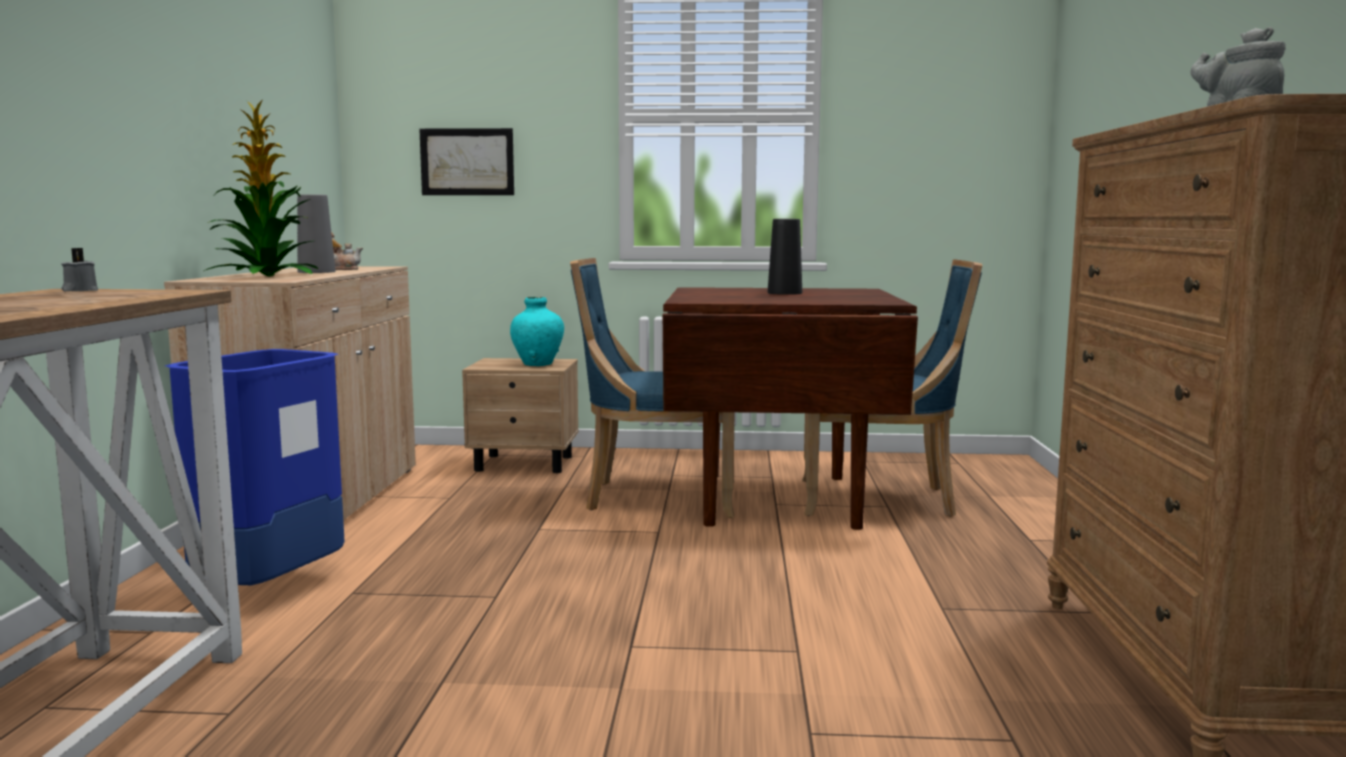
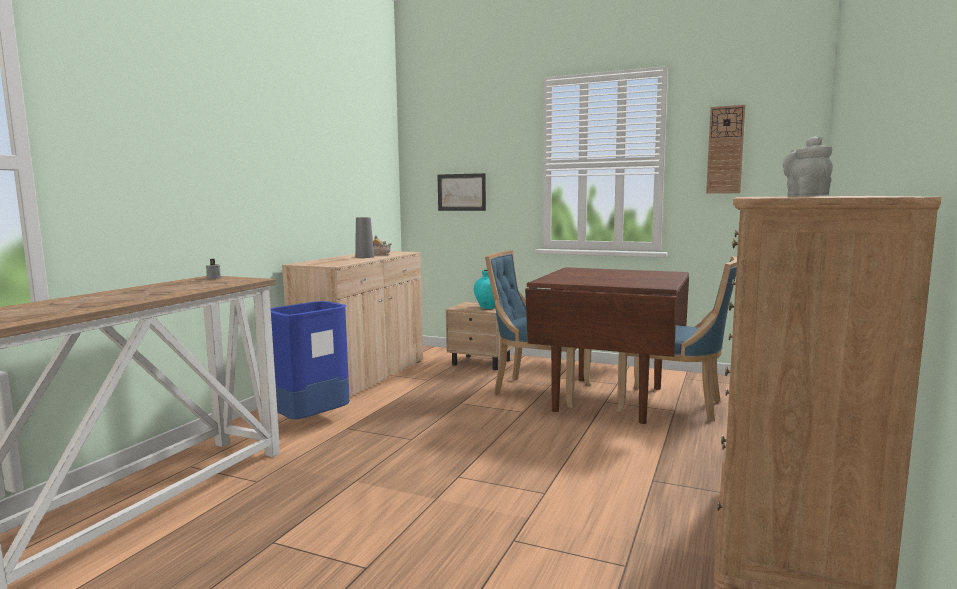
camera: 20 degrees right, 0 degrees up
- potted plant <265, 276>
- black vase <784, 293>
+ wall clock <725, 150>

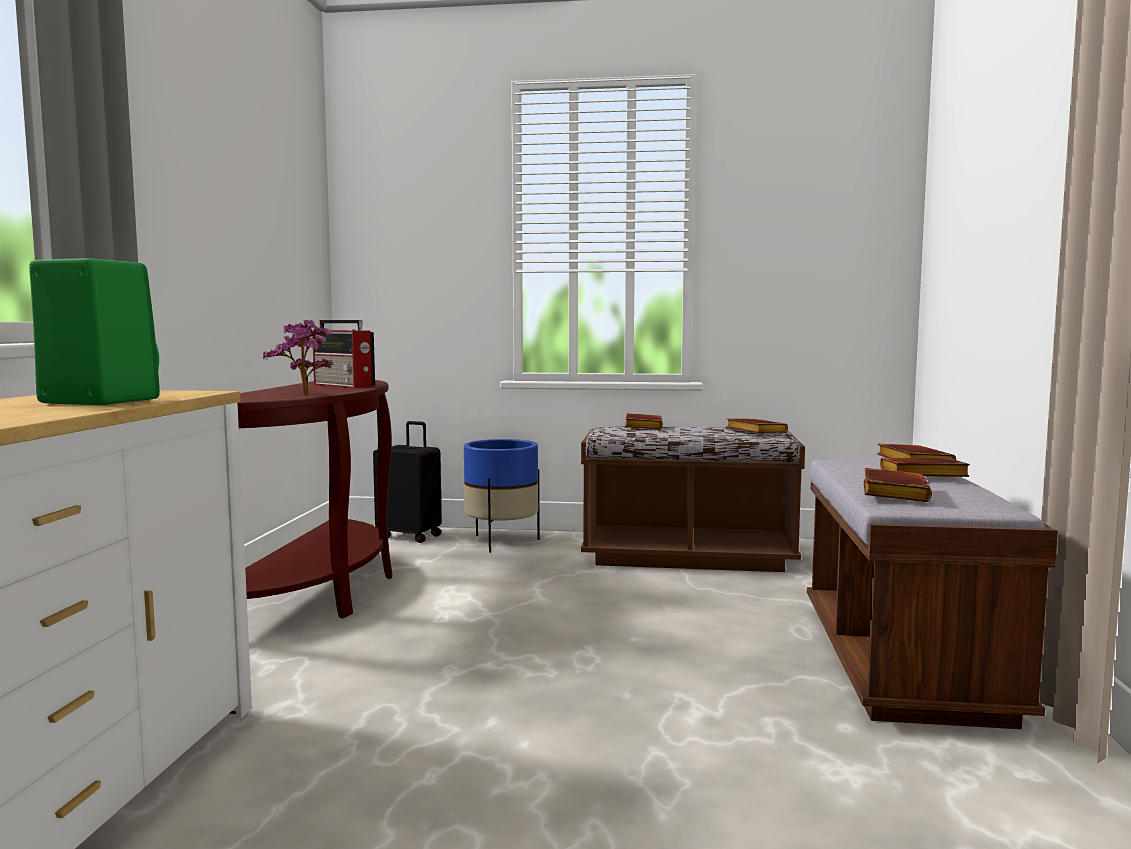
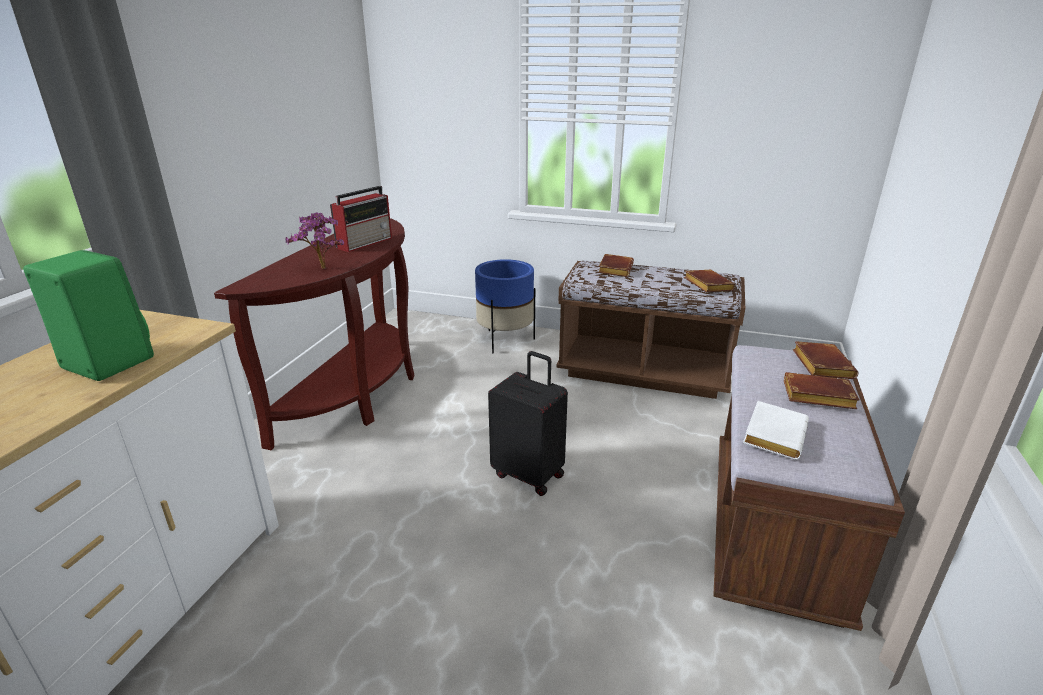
camera: 10 degrees right, 20 degrees up
~ radio <344, 385> = <365, 242> 105 degrees counterclockwise
~ black suitcase <410, 536> to <529, 474>
~ brown book <891, 493> to white book <772, 434>

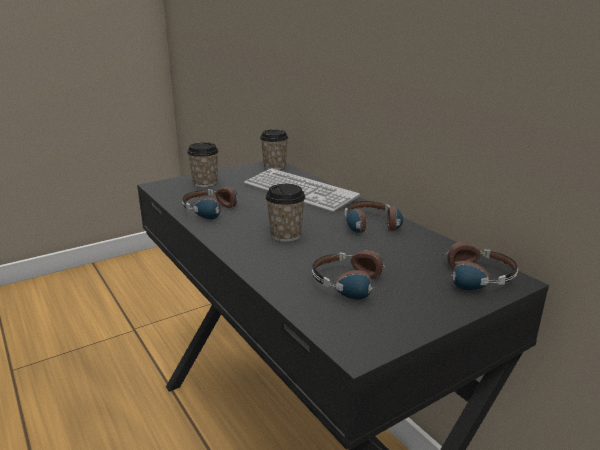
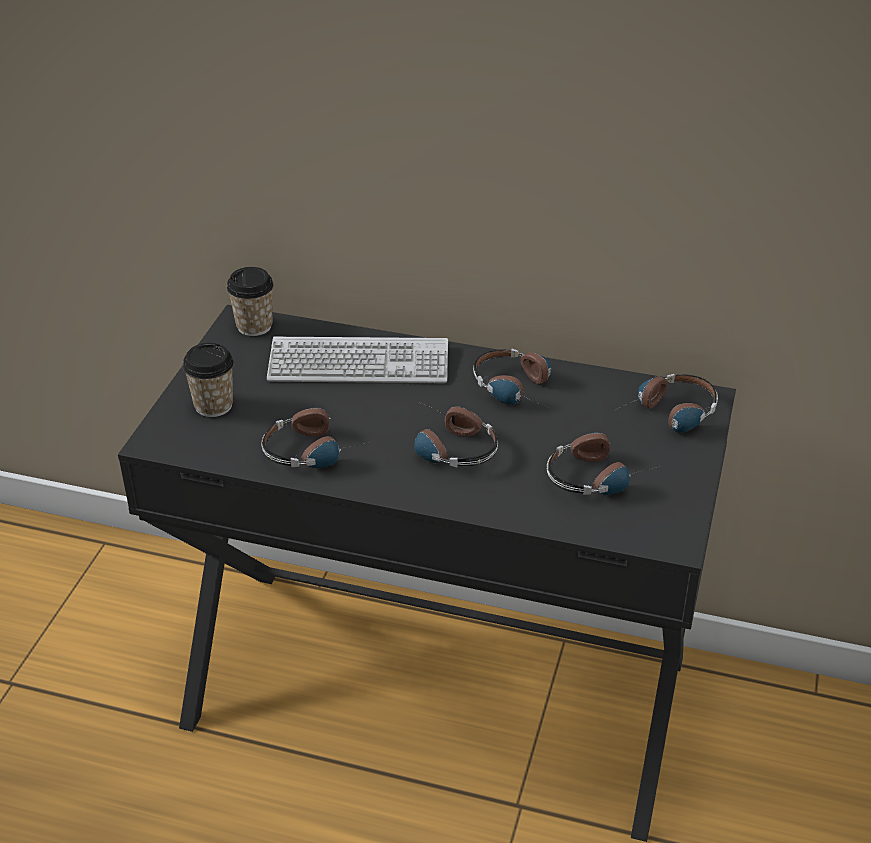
camera: 40 degrees left, 15 degrees up
~ cup <285, 235> to headphones <447, 446>

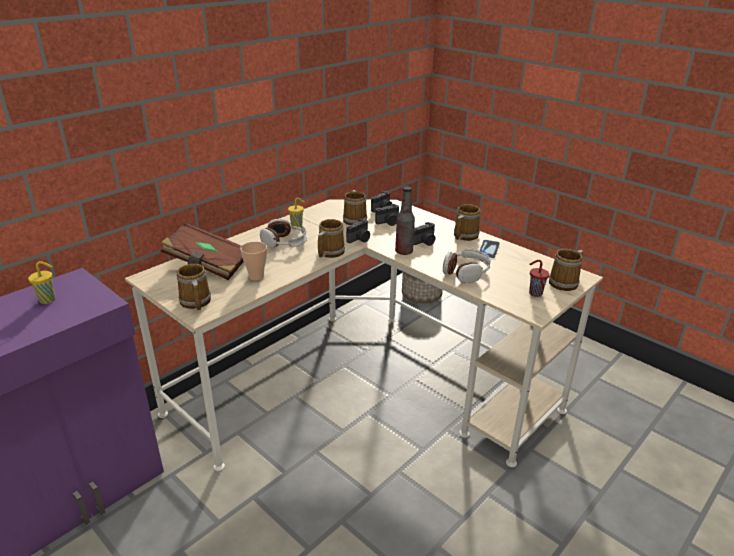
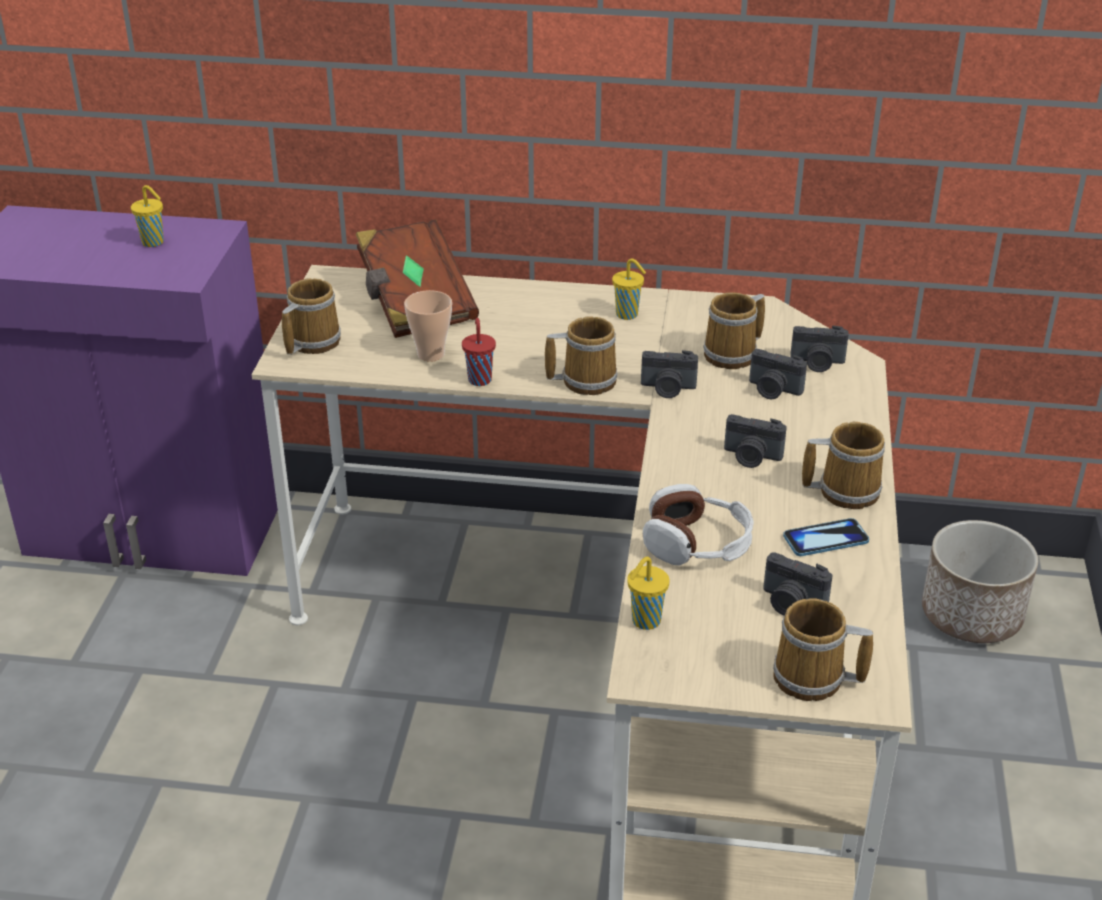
camera: 55 degrees right, 5 degrees up
- headphones <284, 243>
- bottle <404, 252>
~ red cup <534, 293> to <479, 379>
+ yellow cup <644, 621>
+ photo camera <791, 603>

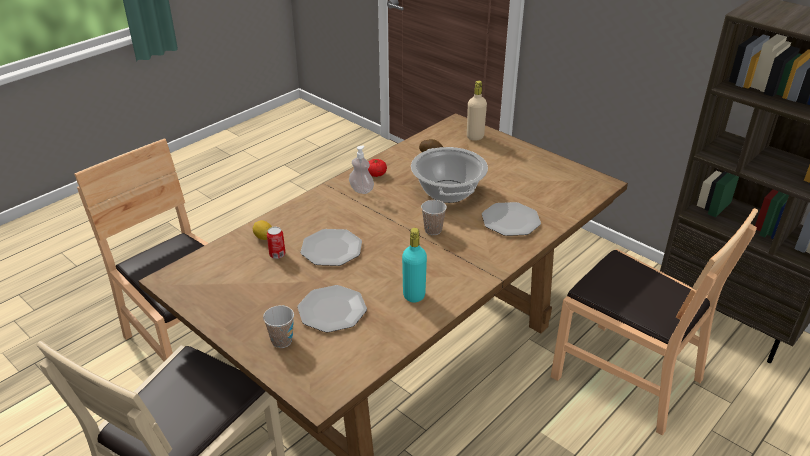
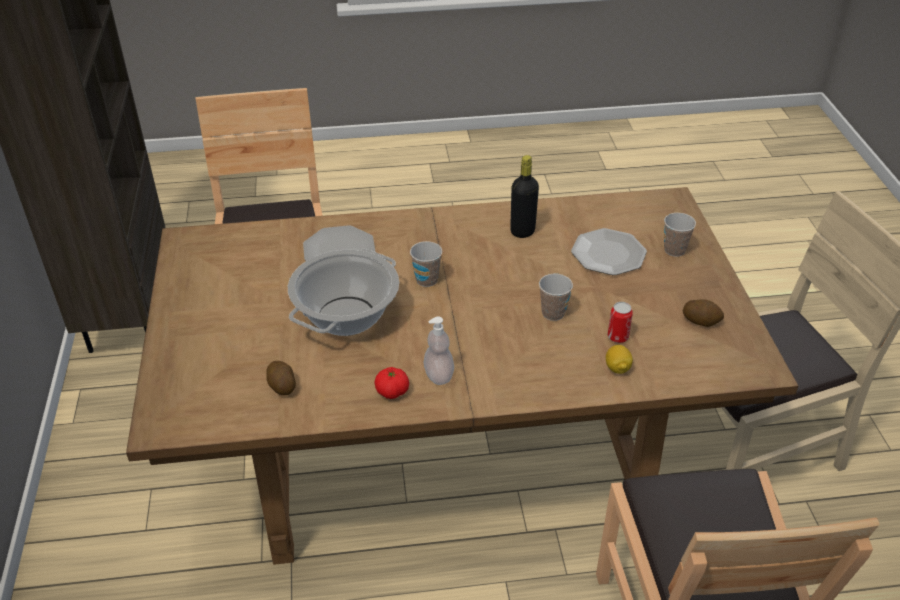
camera: 140 degrees left, 5 degrees up
~ plate <331, 249> to cup <553, 313>
~ turquoise bottle <414, 295> to black bottle <522, 231>
- beige bottle <475, 137>
+ potato <701, 321>

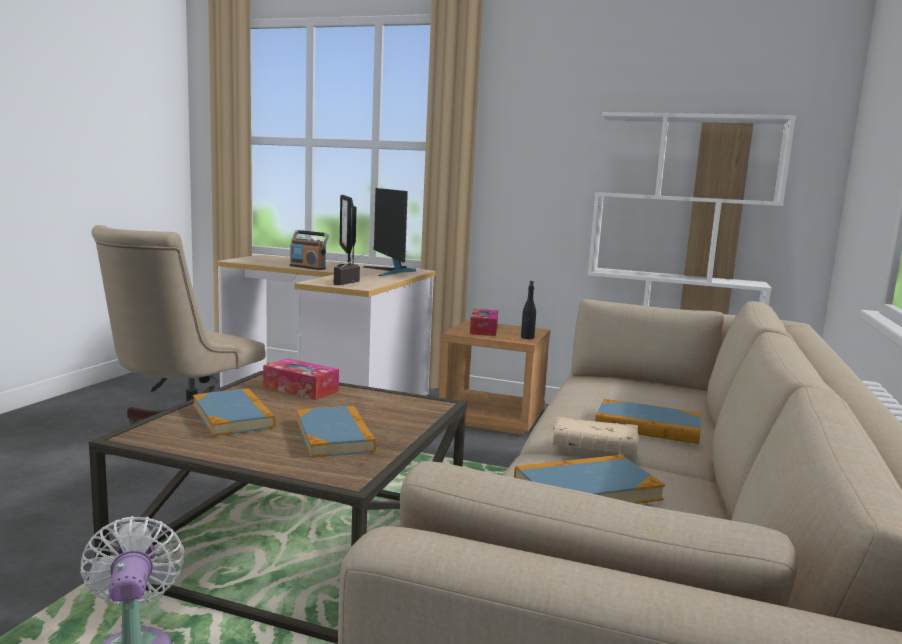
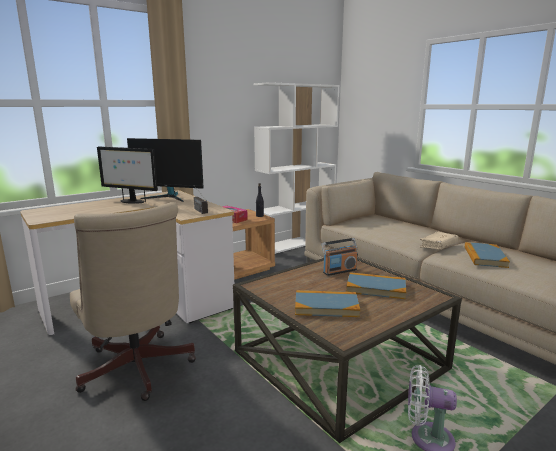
camera: 55 degrees left, 5 degrees up
- tissue box <300, 389>
~ radio <308, 267> to <339, 271>
- book <647, 426>

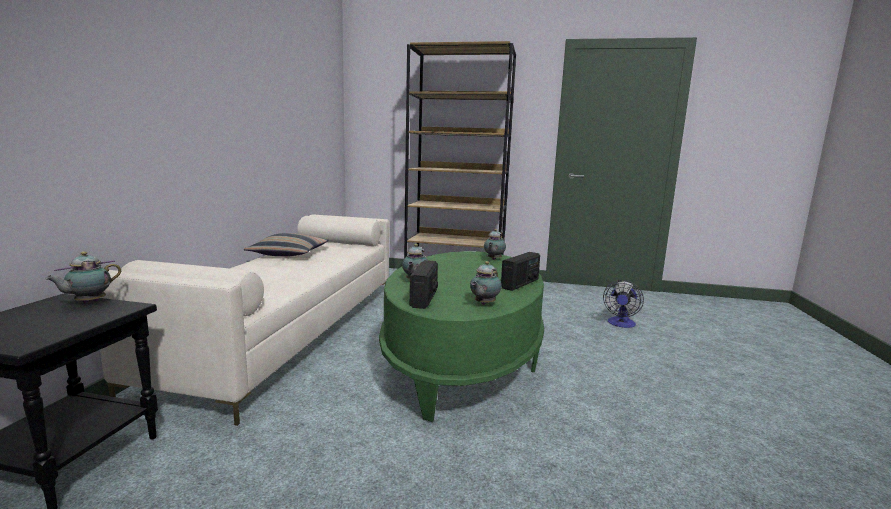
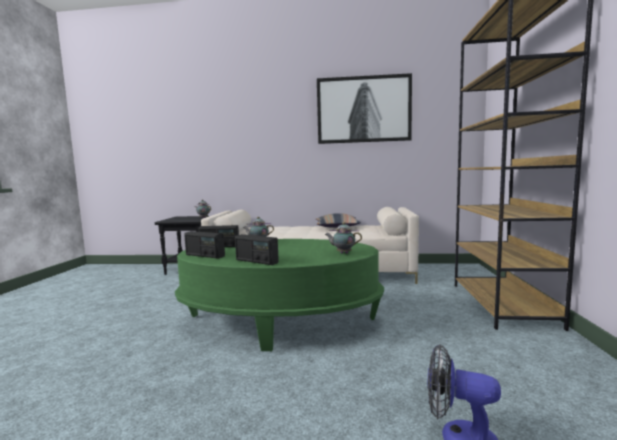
camera: 85 degrees right, 5 degrees down
~ teapot <483, 304> to radio <205, 255>
+ picture <363, 109>

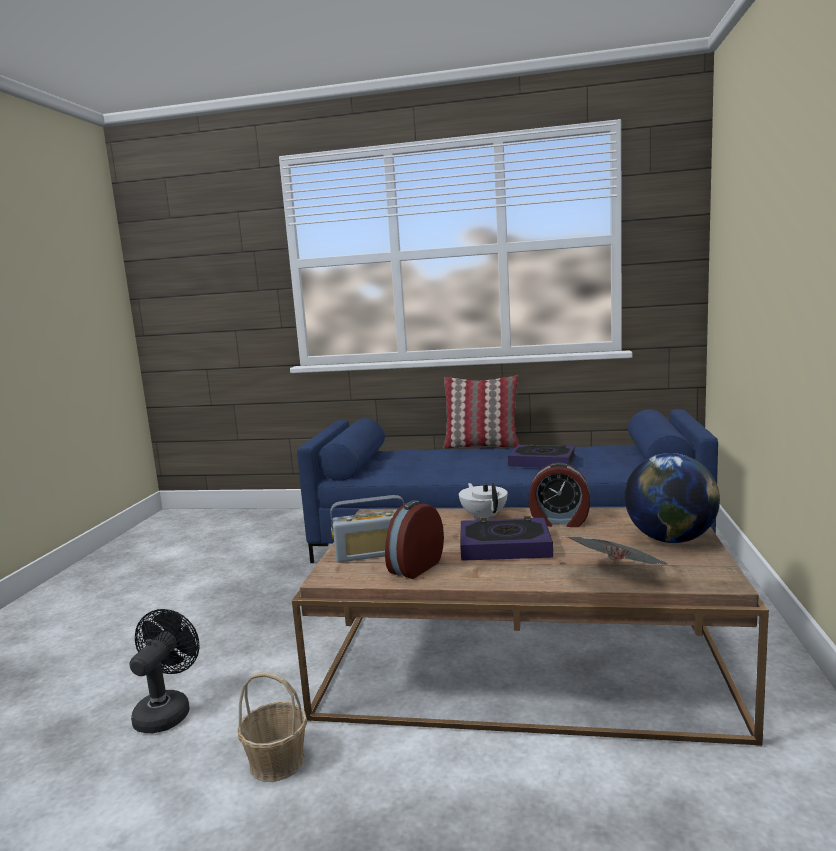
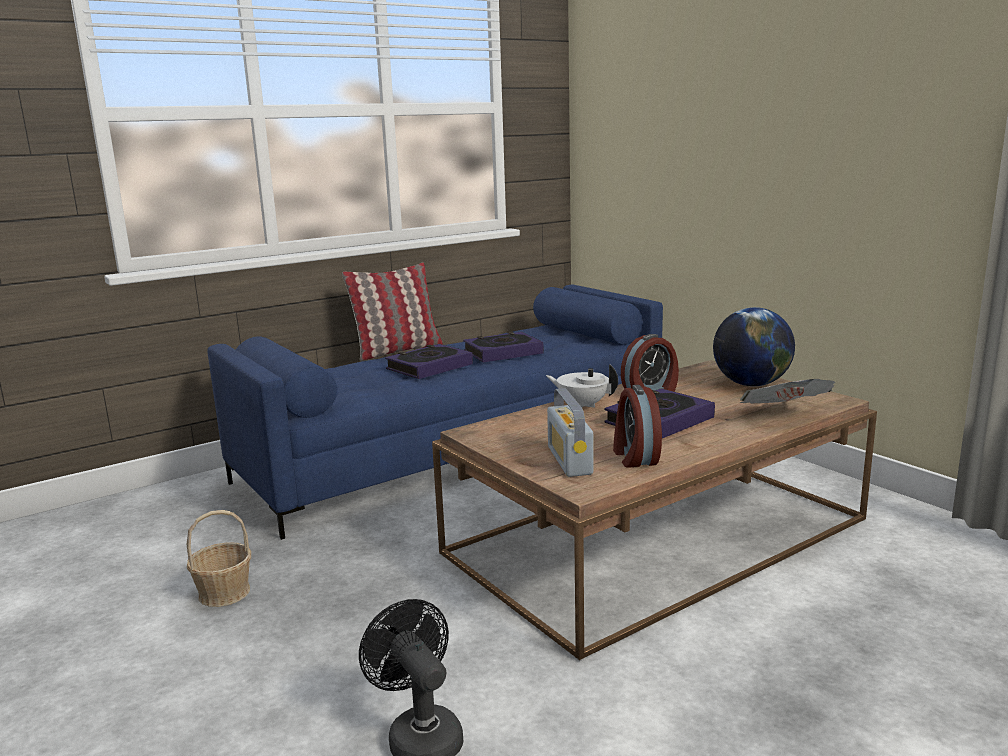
camera: 45 degrees left, 5 degrees up
~ basket <277, 761> to <224, 593>
~ radio <372, 554> = <569, 460> 135 degrees clockwise
+ book <429, 367>

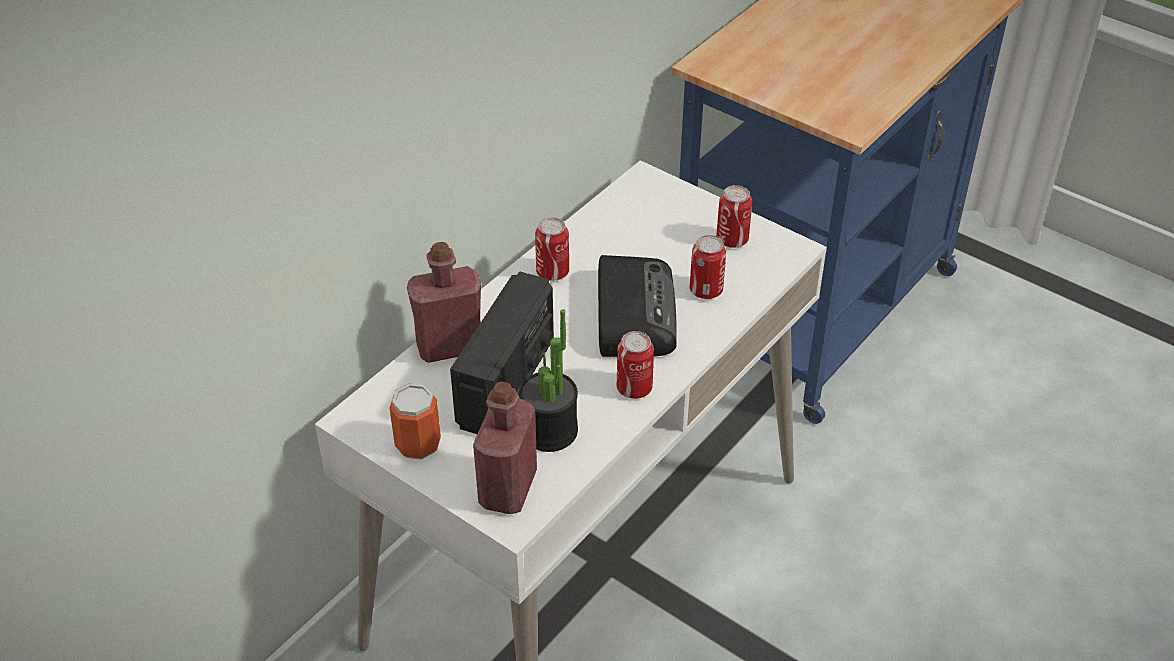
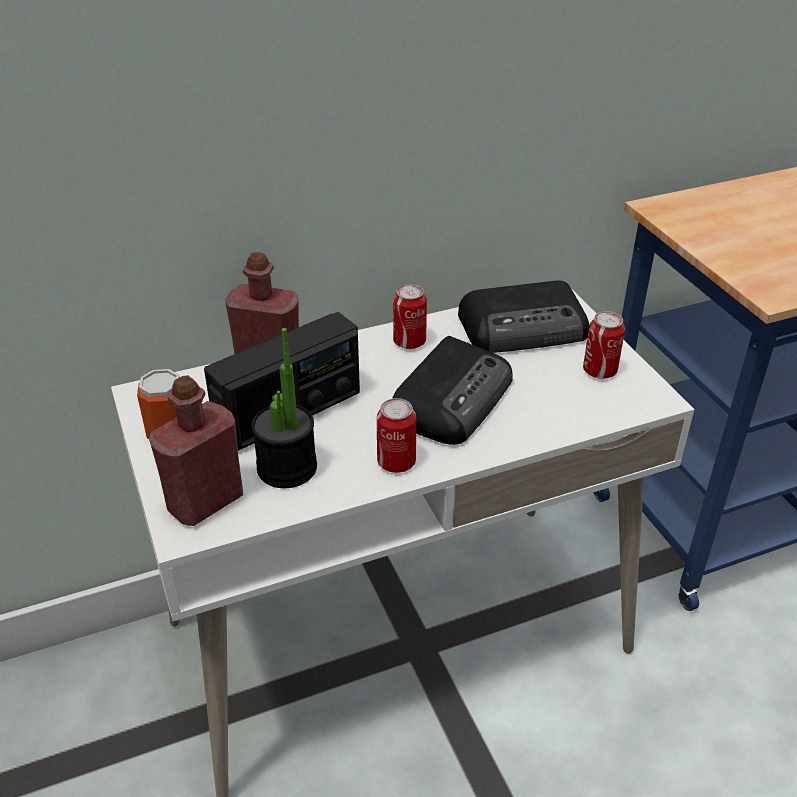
camera: 30 degrees right, 5 degrees down
- can <706, 290>
+ radio <525, 327>

